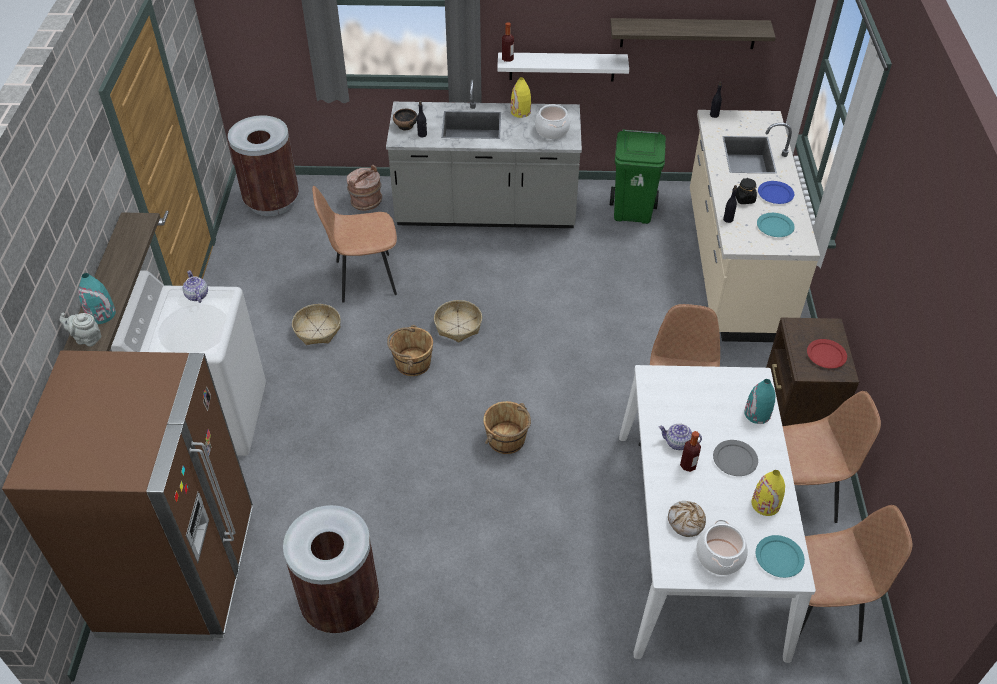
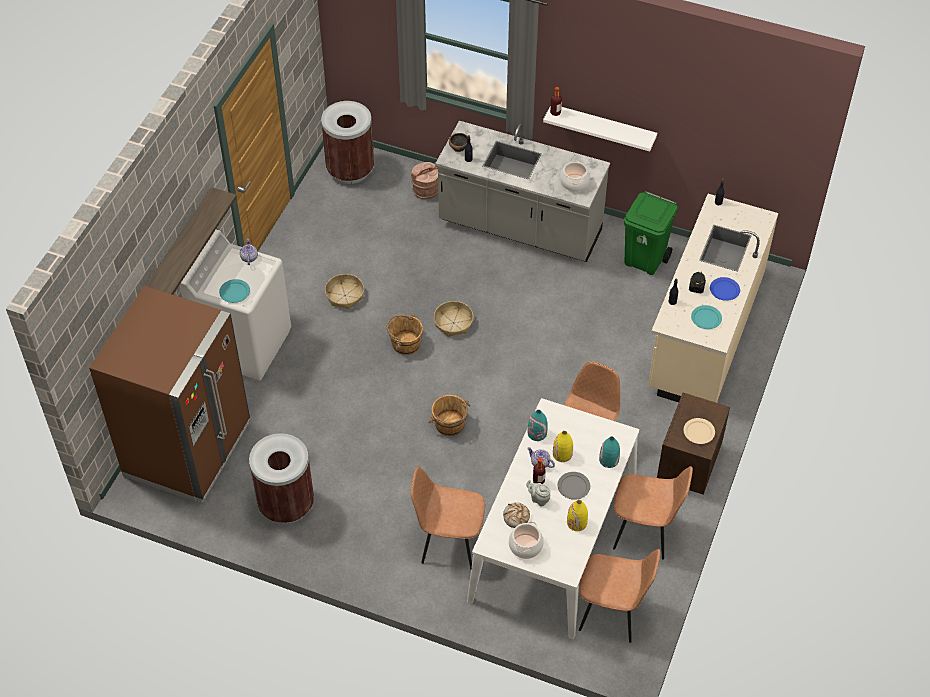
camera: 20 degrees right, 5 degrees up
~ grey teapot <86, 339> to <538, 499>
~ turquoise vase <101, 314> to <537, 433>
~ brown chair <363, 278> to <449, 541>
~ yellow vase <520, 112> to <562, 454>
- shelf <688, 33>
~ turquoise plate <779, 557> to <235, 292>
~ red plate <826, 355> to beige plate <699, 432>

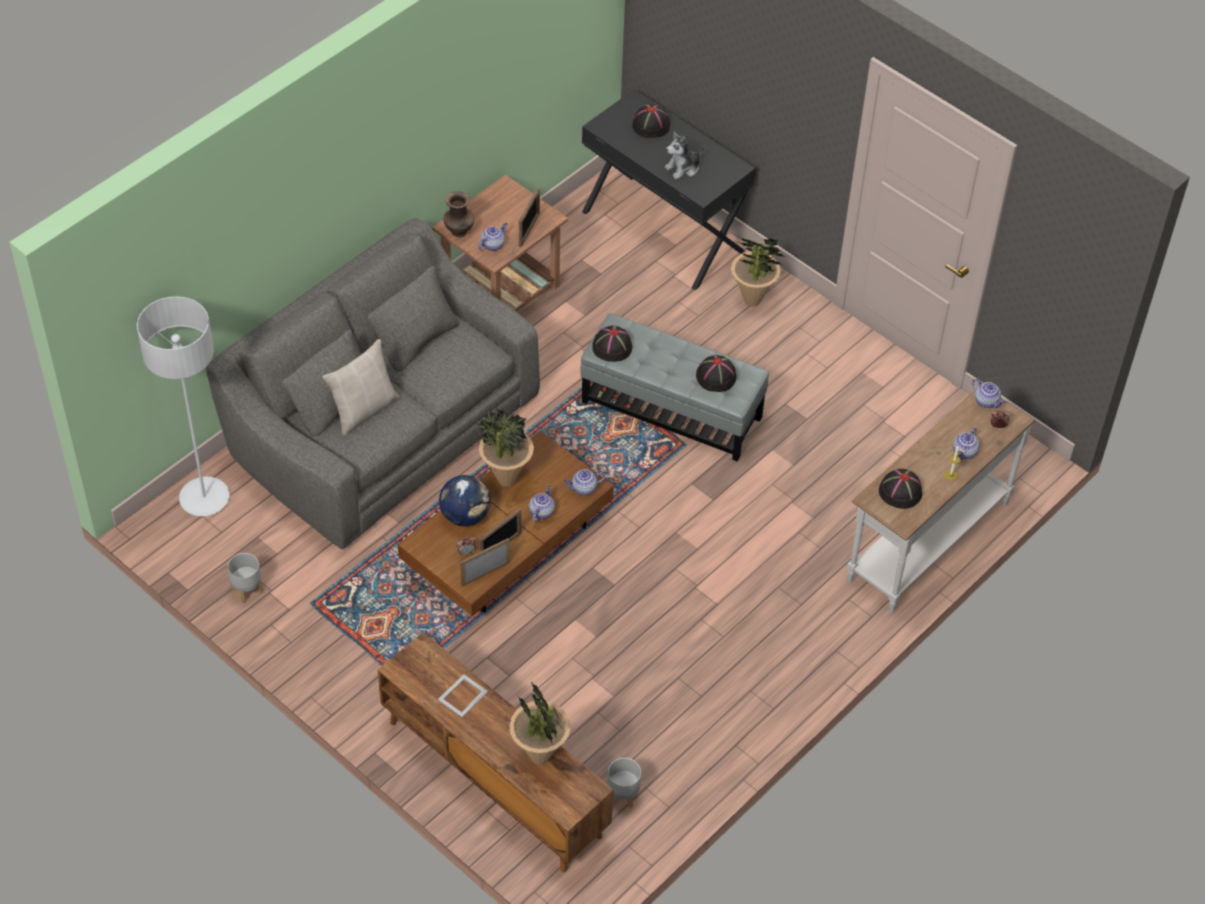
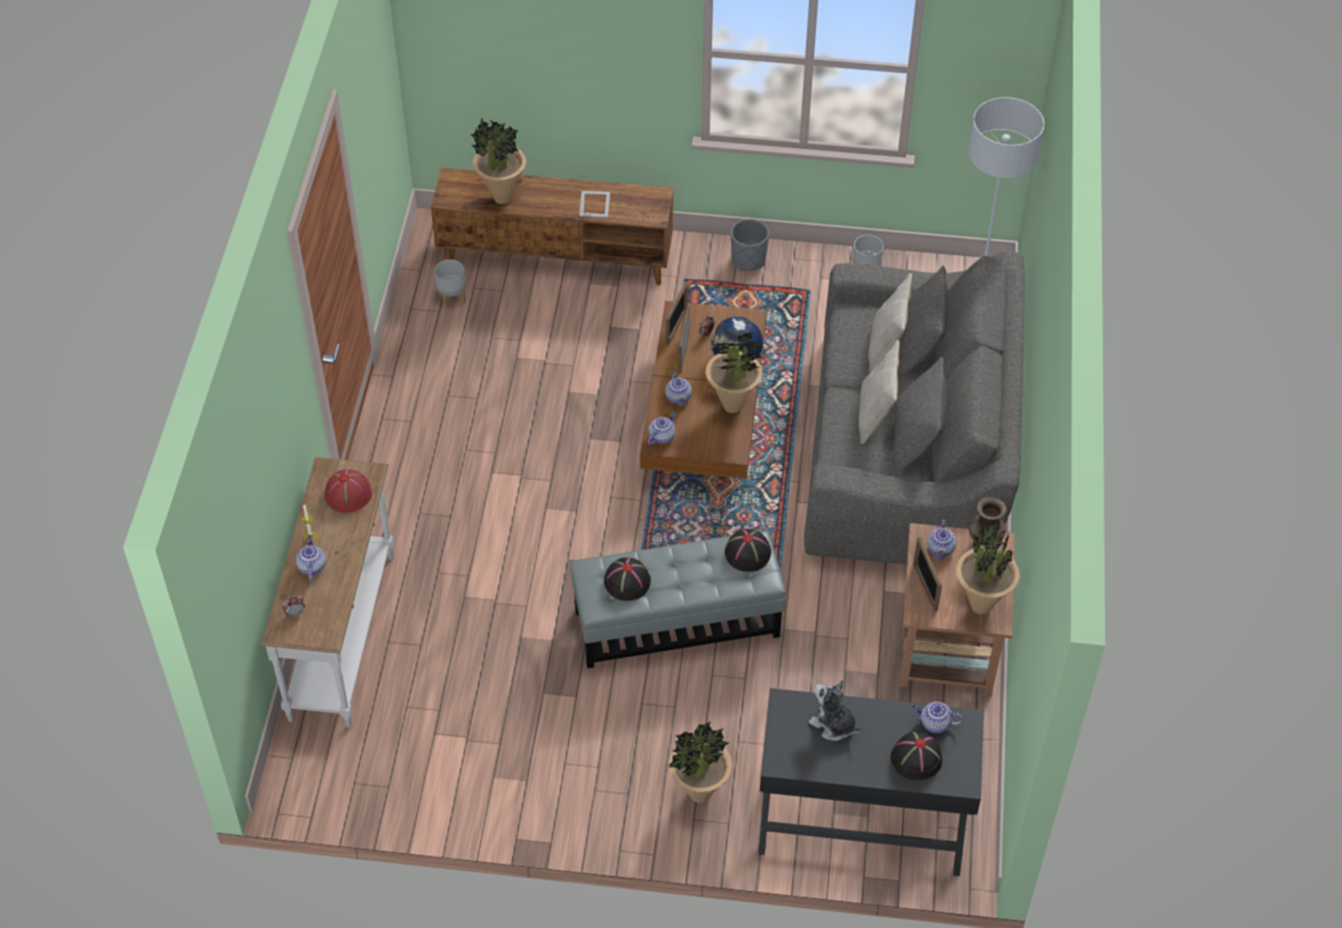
camera: 145 degrees right, 0 degrees up
~ plush toy <683, 168> = <833, 724> 75 degrees counterclockwise
~ black hat <900, 492> to red hat <348, 494>
~ teapot <987, 402> to <934, 724>
+ grey planter <748, 260>
+ beige pillow <876, 415>
+ potted plant <980, 605>

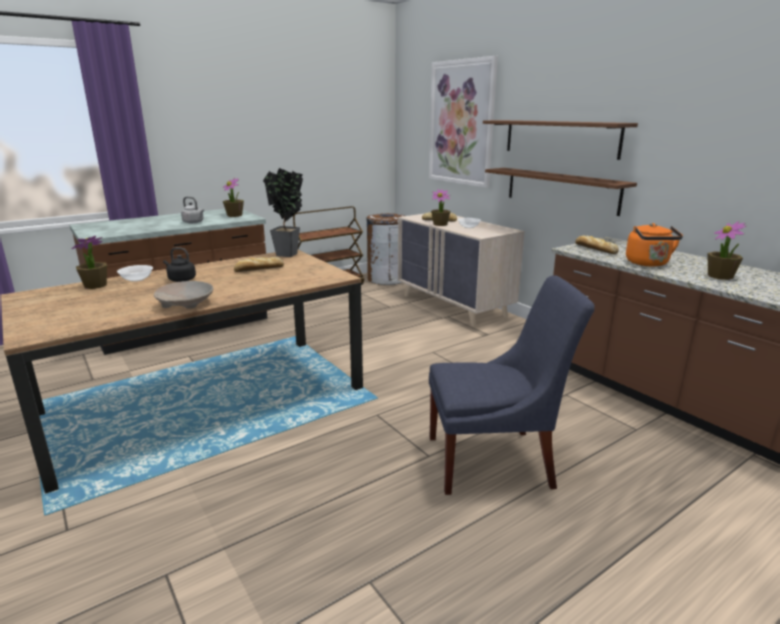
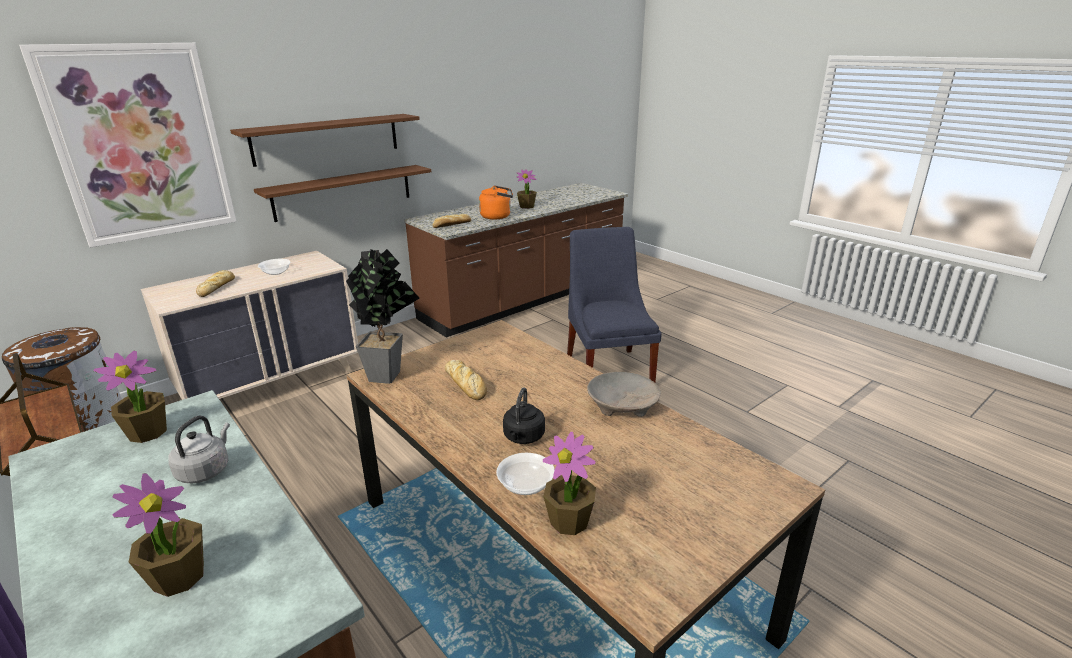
camera: 95 degrees left, 5 degrees up
~ potted plant <440, 224> to <179, 576>

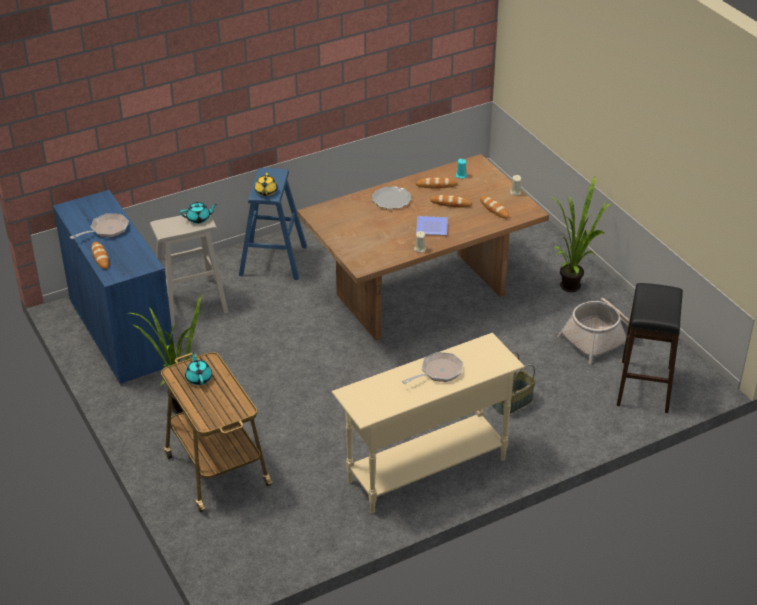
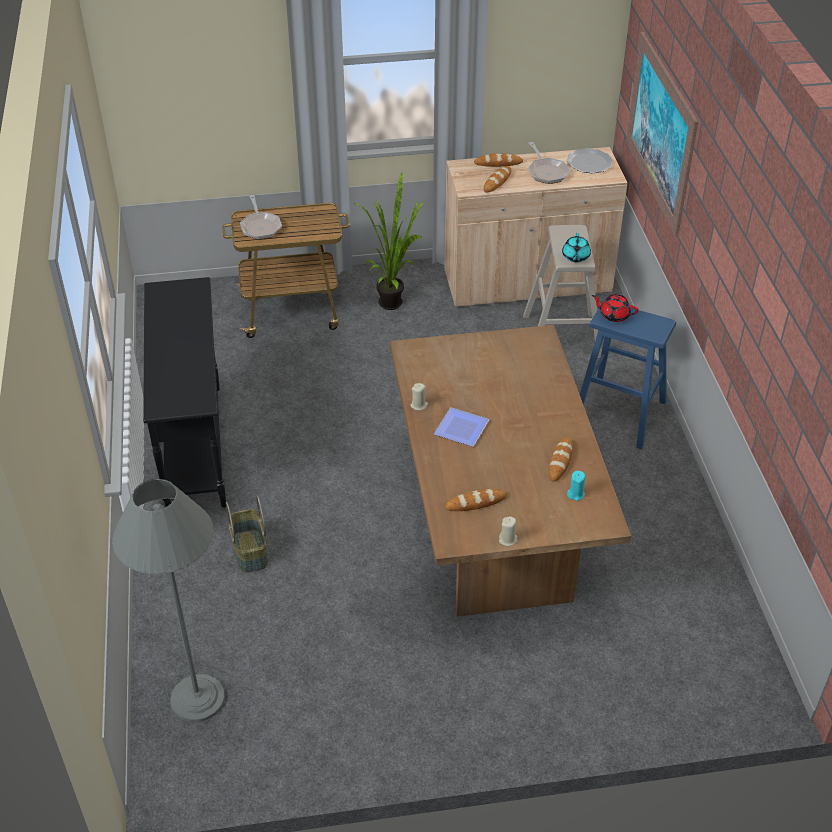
camera: 110 degrees right, 5 degrees up
~ blue cabinet <122, 333> to beige cabinet <527, 282>
- turquoise teapot <199, 378>
~ yellow teapot <266, 192> to red teapot <614, 315>
~ beige console table <426, 470> to black console table <195, 447>
~ plate <391, 199> to <589, 163>
~ frying pan <438, 372> to <260, 226>
~ bread <450, 203> to <497, 181>
- potted plant <574, 285>
- basket <600, 338>
~ black stool <644, 386> to grey floor lamp <197, 699>
+ picture <660, 132>

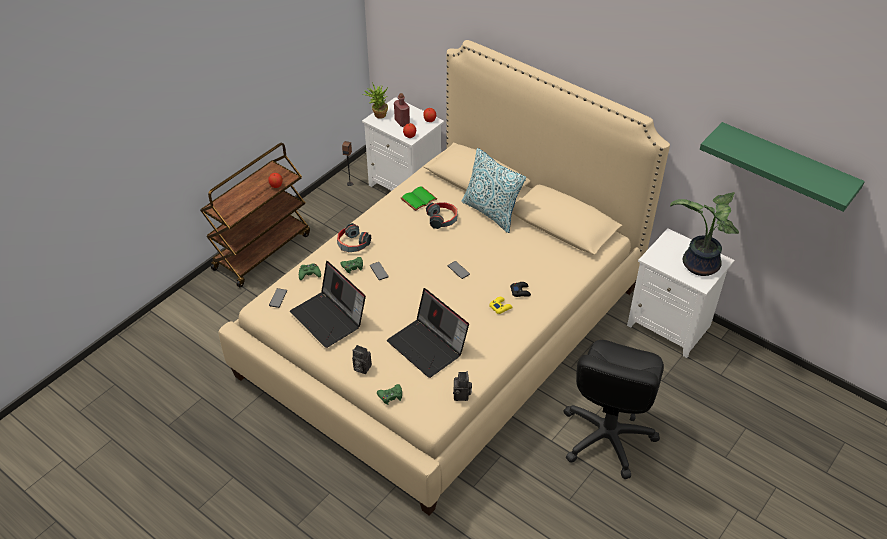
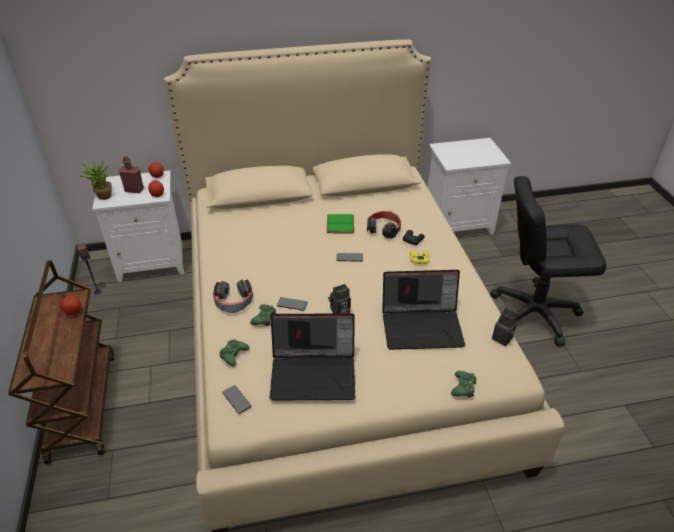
camera: 50 degrees left, 5 degrees down
~ photo camera <361, 368> to <339, 312>
~ green book <419, 200> to <341, 225>
~ headphones <442, 219> to <384, 229>
- pillow <491, 212>
~ black office chair <606, 437> = <534, 313> 120 degrees clockwise
- potted plant <699, 266>
- green shelf <785, 166>

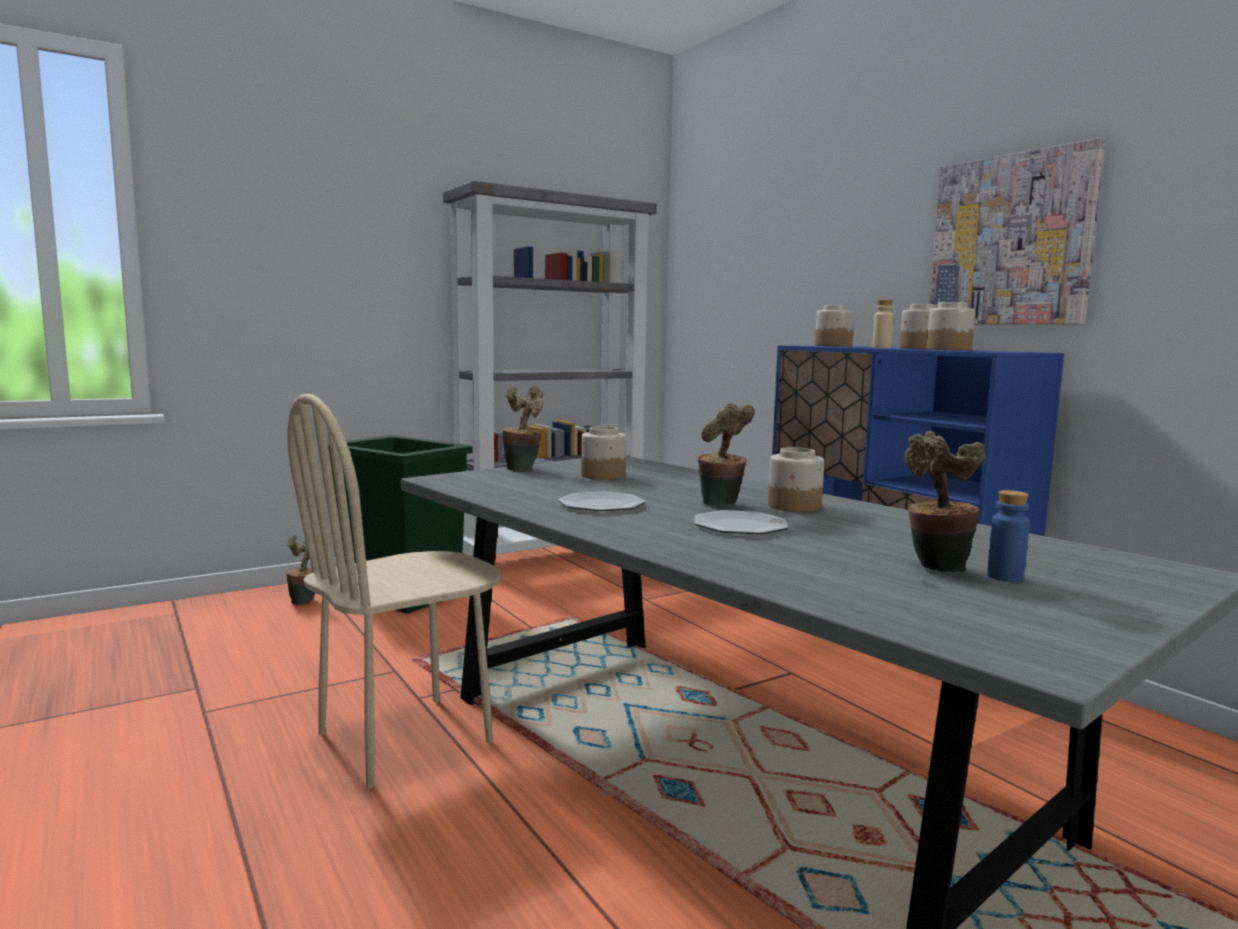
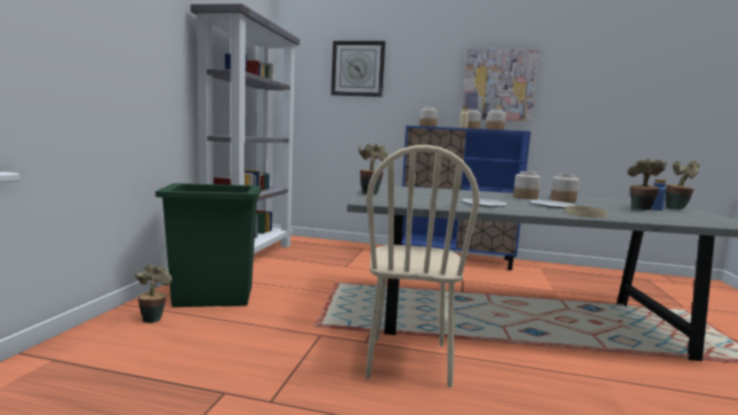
camera: 45 degrees left, 0 degrees up
~ jar <602, 476> to <562, 200>
~ potted plant <721, 504> to <677, 208>
+ wall clock <358, 69>
+ beige plate <585, 214>

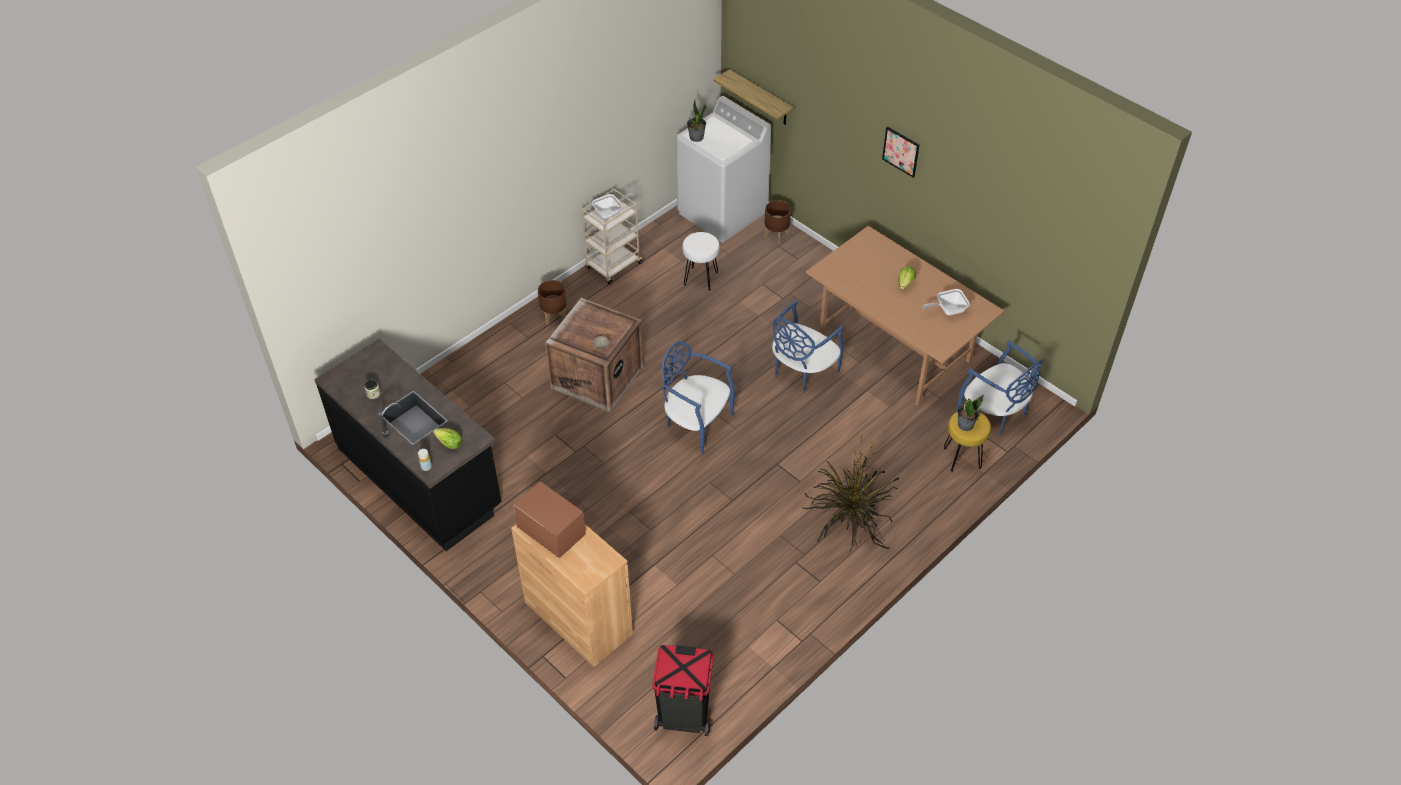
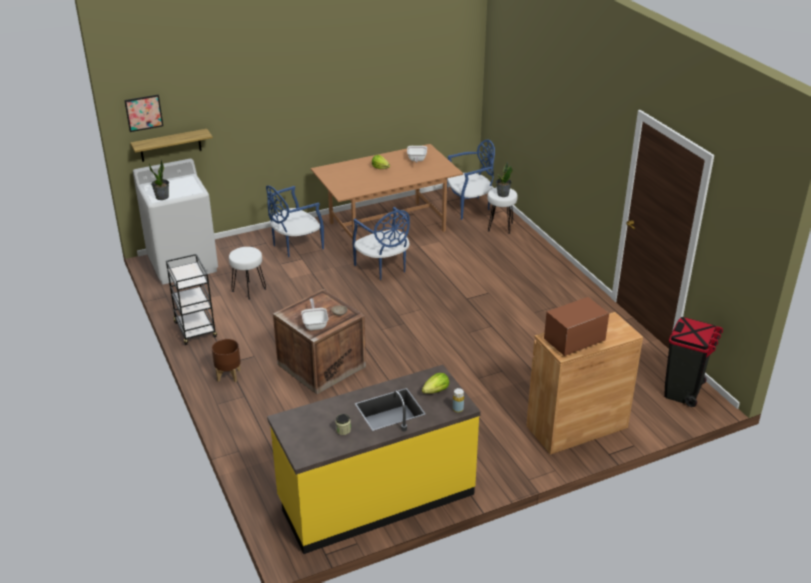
camera: 70 degrees left, 15 degrees down
~ black counter <420, 477> to yellow counter <376, 497>
~ beige cart <613, 266> to black cart <195, 330>
~ frying pan <610, 213> to <315, 324>
~ blue chair <696, 423> to <295, 245>
- brown planter <776, 235>
- potted plant <848, 517>
~ picture <901, 151> to <144, 113>
~ yellow stool <962, 458> to white stool <500, 227>

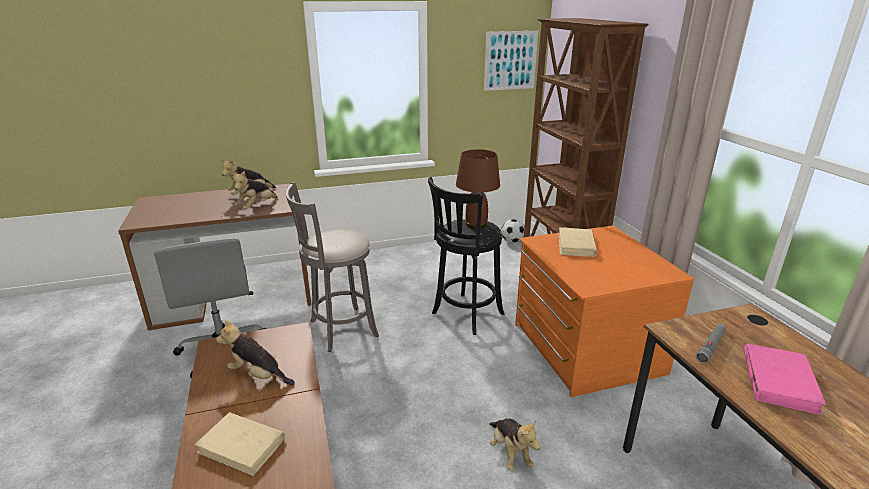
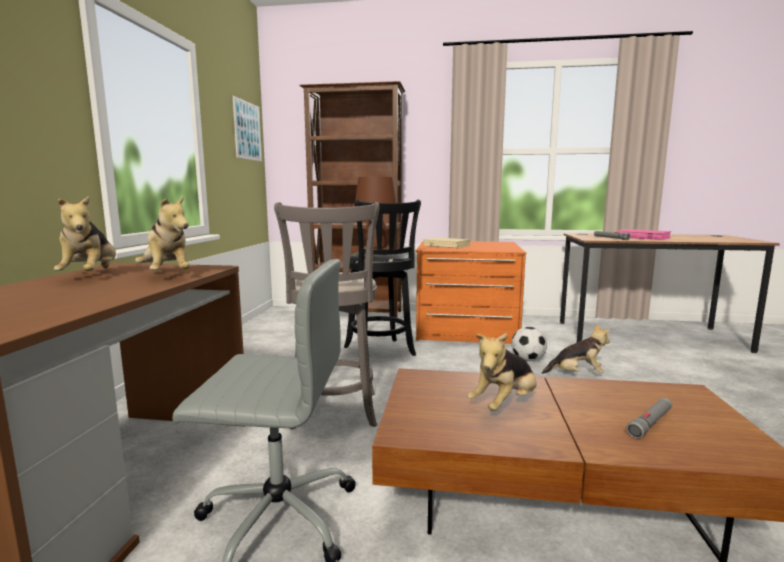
camera: 65 degrees left, 15 degrees down
~ beige book <242, 446> to grey flashlight <650, 423>
~ football <512, 242> to <528, 360>

